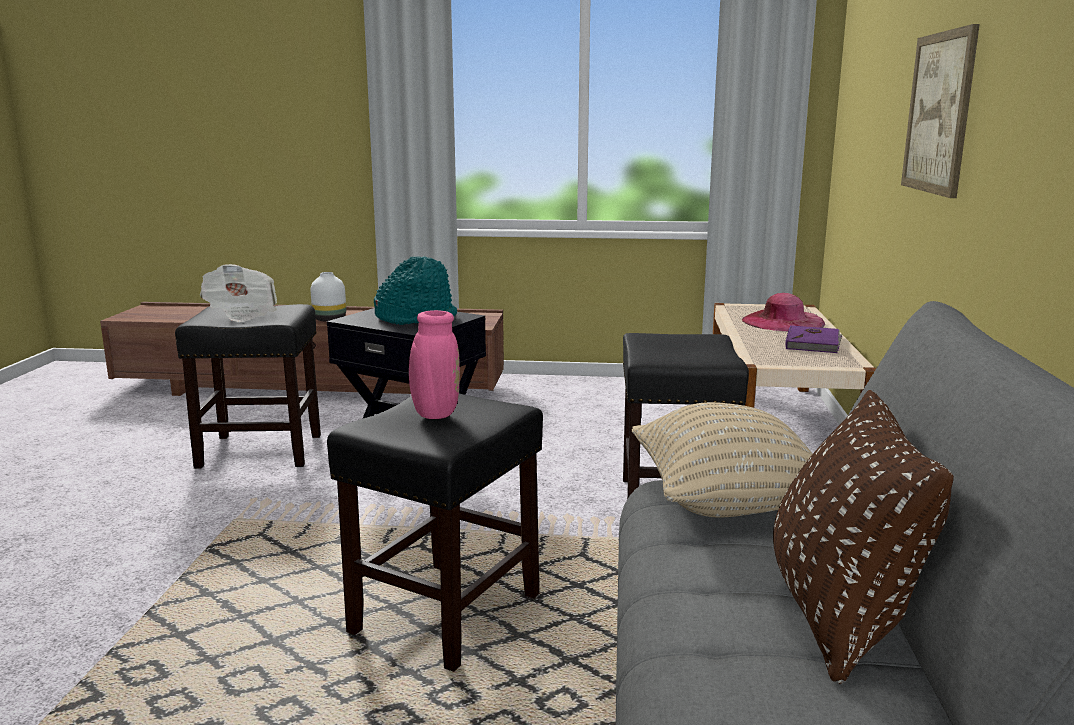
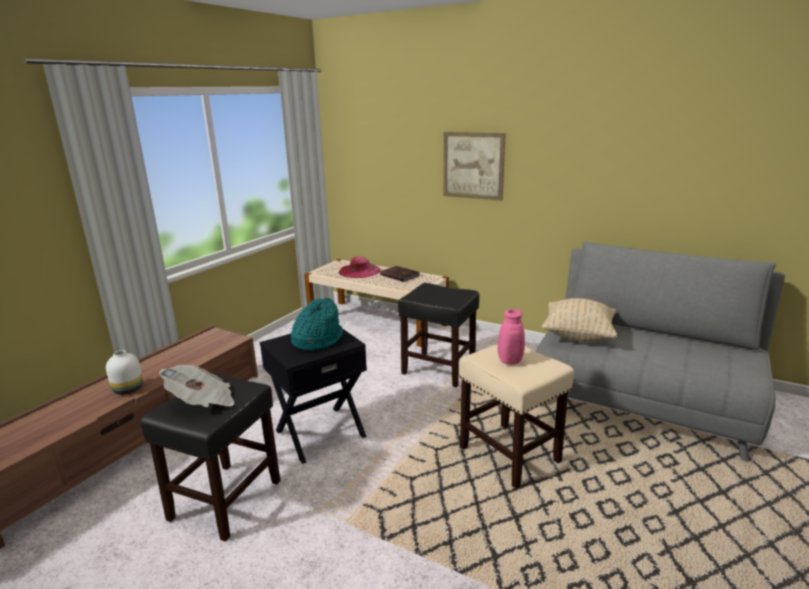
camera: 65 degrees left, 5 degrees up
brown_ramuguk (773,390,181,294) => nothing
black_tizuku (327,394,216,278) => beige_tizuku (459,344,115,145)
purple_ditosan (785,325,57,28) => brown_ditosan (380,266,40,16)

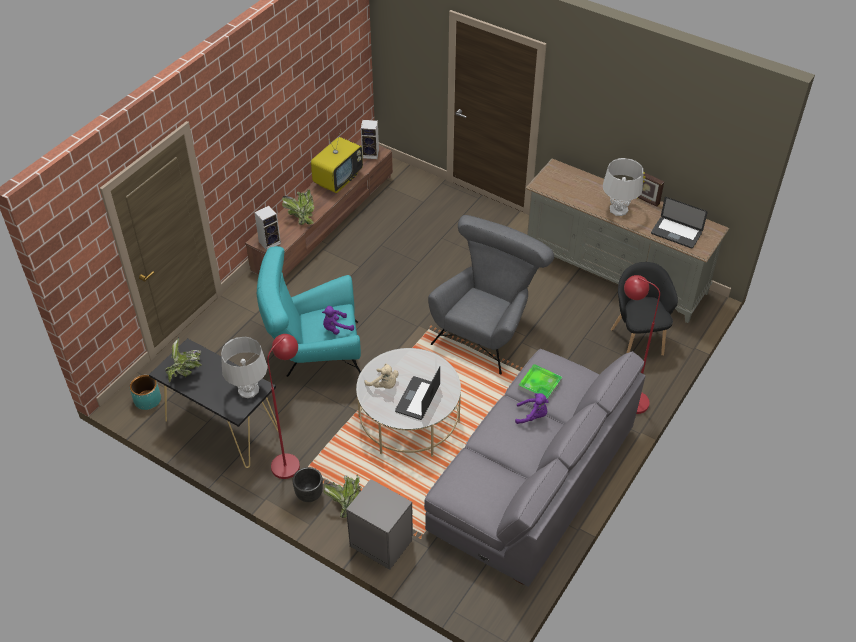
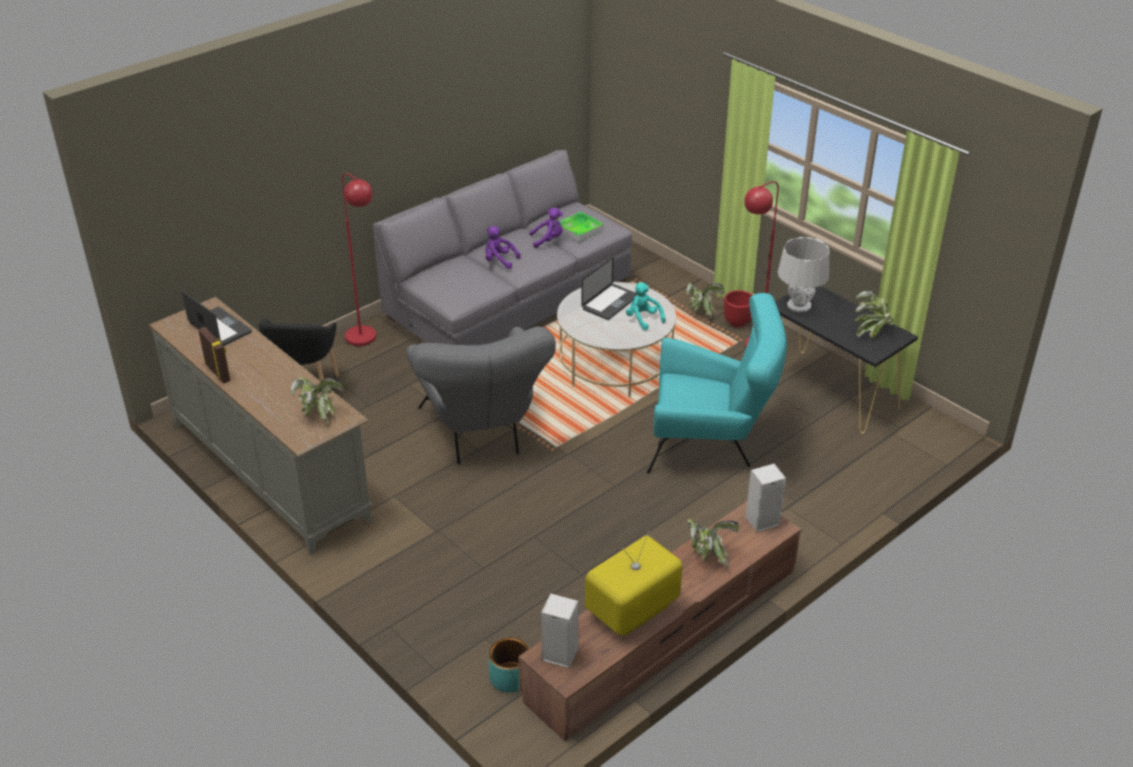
camera: 165 degrees left, 10 degrees down
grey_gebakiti (346,479,67,91) => nothing
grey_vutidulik (603,158,41,58) => nothing
nothing => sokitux (291,377,52,46)
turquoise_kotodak (130,375,31,35) => turquoise_kotodak (489,637,41,56), move
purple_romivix (322,306,32,29) => purple_romivix (530,208,33,40), move
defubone (518,364,44,36) => defubone (559,211,45,31), move
black_kotodak (293,467,30,35) => red_kotodak (724,290,29,37)
beige_romivix (364,364,34,25) => turquoise_romivix (626,282,40,48)
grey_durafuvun (428,215,126,160) => grey_durafuvun (406,326,150,139), 60 degrees counterclockwise

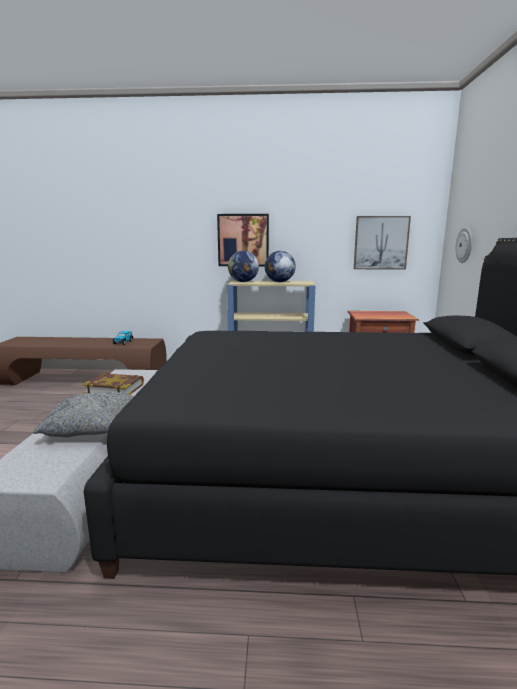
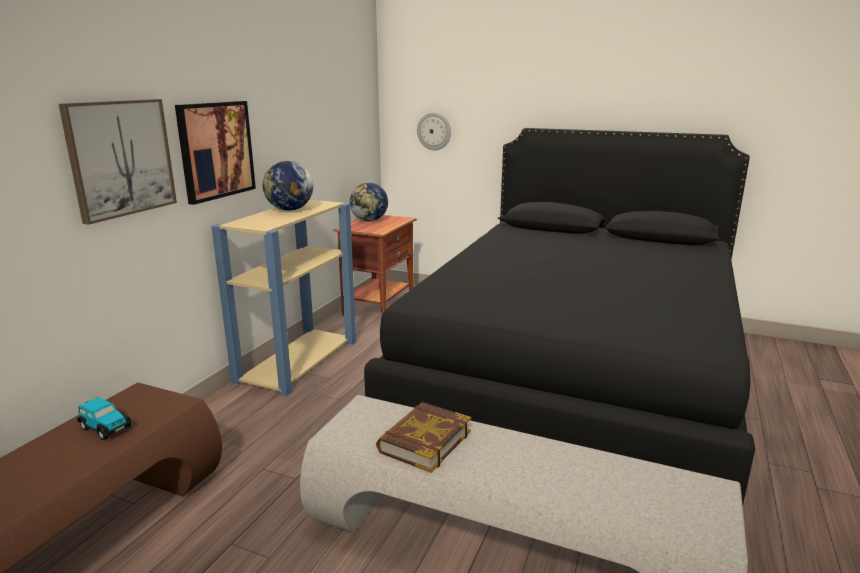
camera: 70 degrees left, 5 degrees up
grey_ramuguk (33,392,101,45) => nothing
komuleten (228,251,31,31) => komuleten (350,183,38,38), move
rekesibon (354,216,57,54) => rekesibon (59,99,118,126), move

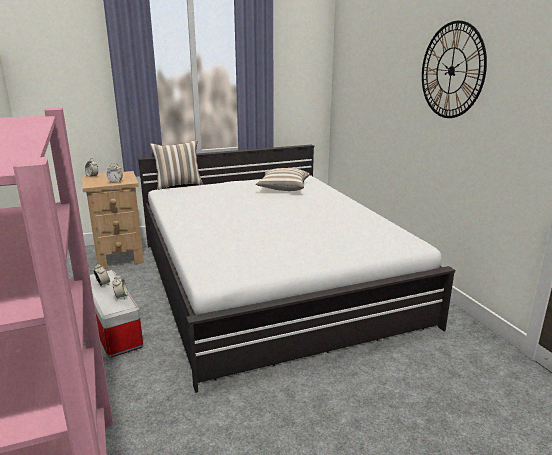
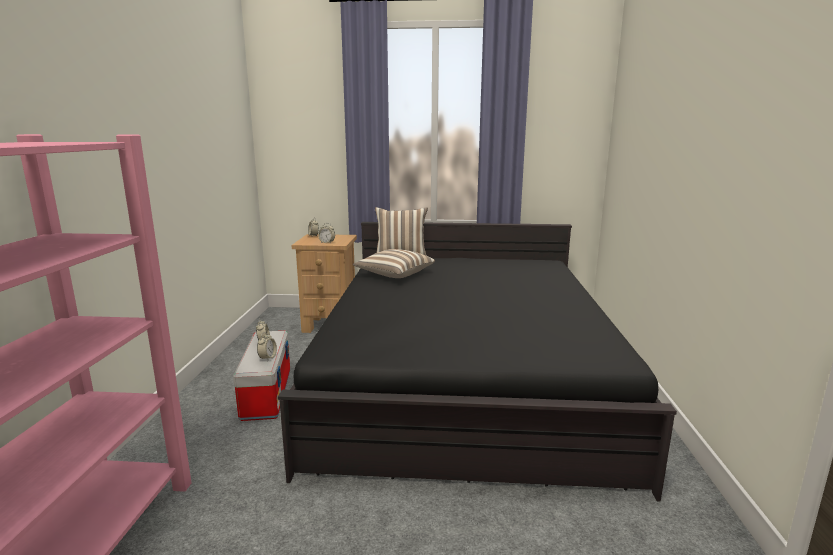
camera: 25 degrees right, 5 degrees down
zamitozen (422,21,65,97) => nothing
ramuguk (256,168,54,23) => ramuguk (353,249,82,29), move
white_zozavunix (138,145,317,248) => black_zozavunix (278,222,399,280)

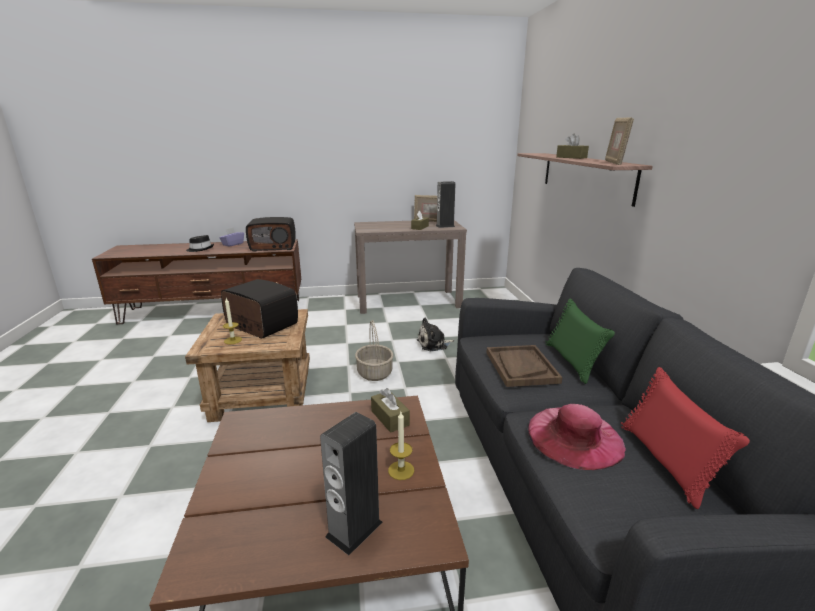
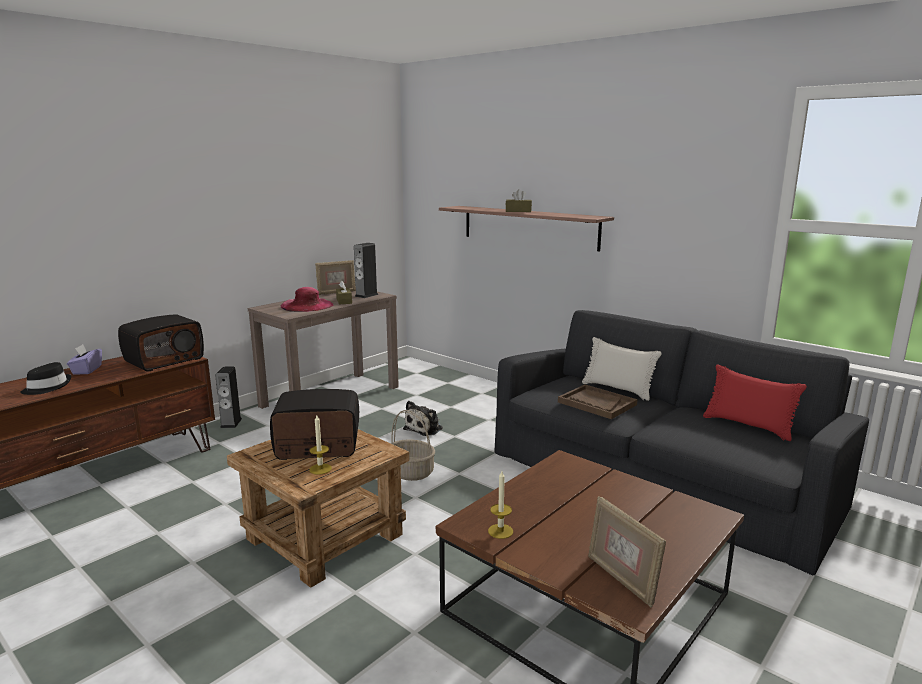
camera: 40 degrees left, 5 degrees down
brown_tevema (371,388,39,45) => nothing
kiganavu (320,412,63,143) => kiganavu (215,366,27,62), move
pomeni (388,412,26,68) => pomeni (488,471,25,68), move
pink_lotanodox (528,404,98,66) => pink_lotanodox (281,287,52,25), move
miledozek (605,117,29,48) => miledozek (588,496,78,112), move
green_ramuguk (545,299,70,85) => white_ramuguk (582,337,80,64)

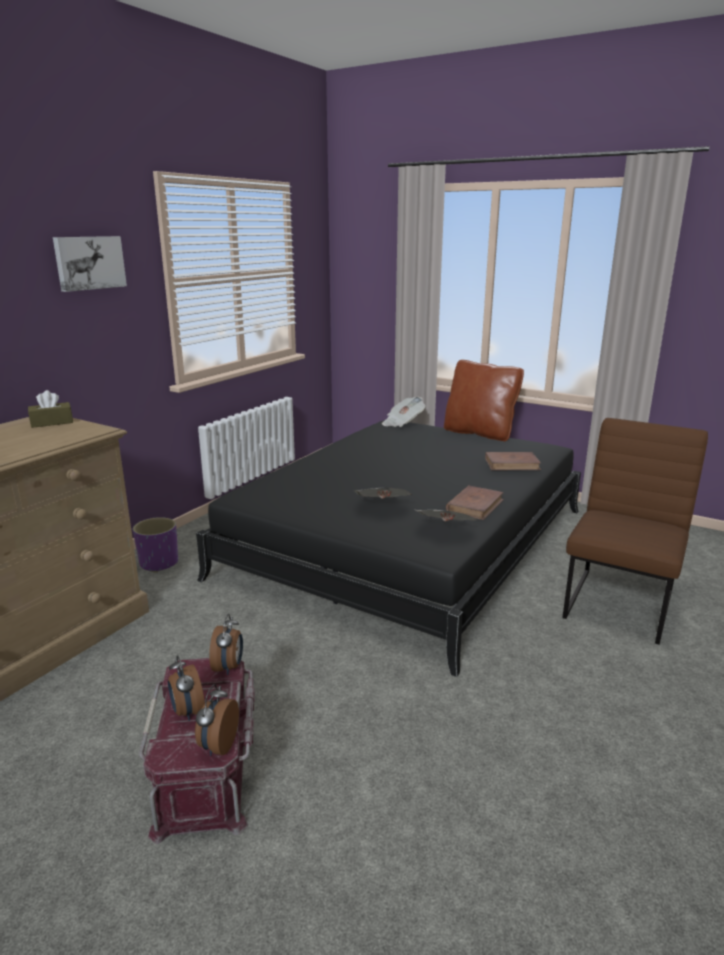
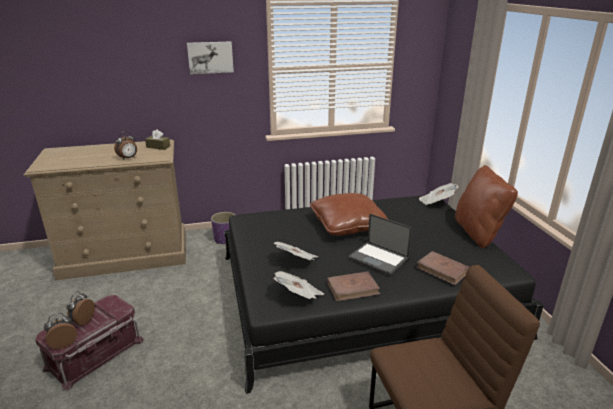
camera: 45 degrees right, 5 degrees up
nothing => brown_ramuguk (310,193,78,43)
nothing => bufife (348,214,64,61)
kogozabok (209,614,34,61) => kogozabok (114,131,23,29), move

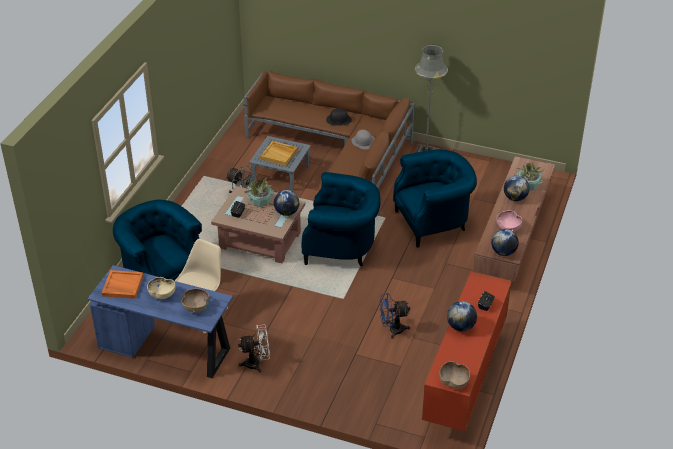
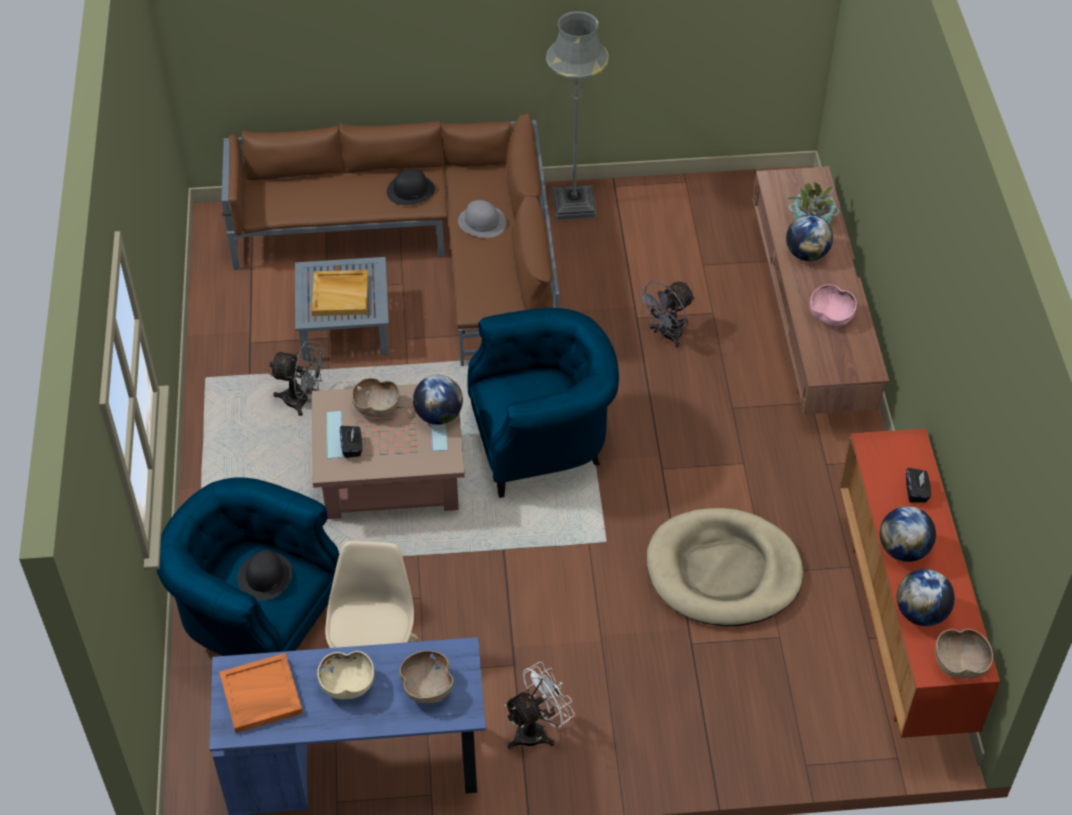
camera: 25 degrees left, 10 degrees up
nothing => black_lotanodox (238,550,55,51)
komuleten (491,229,28,27) => komuleten (897,569,58,57), move
sokitux (244,178,30,29) => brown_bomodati (352,378,48,39)
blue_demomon (379,293,31,46) => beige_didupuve (647,508,156,118)
blue_durafuvun (393,150,84,98) => grey_demomon (636,281,59,67)

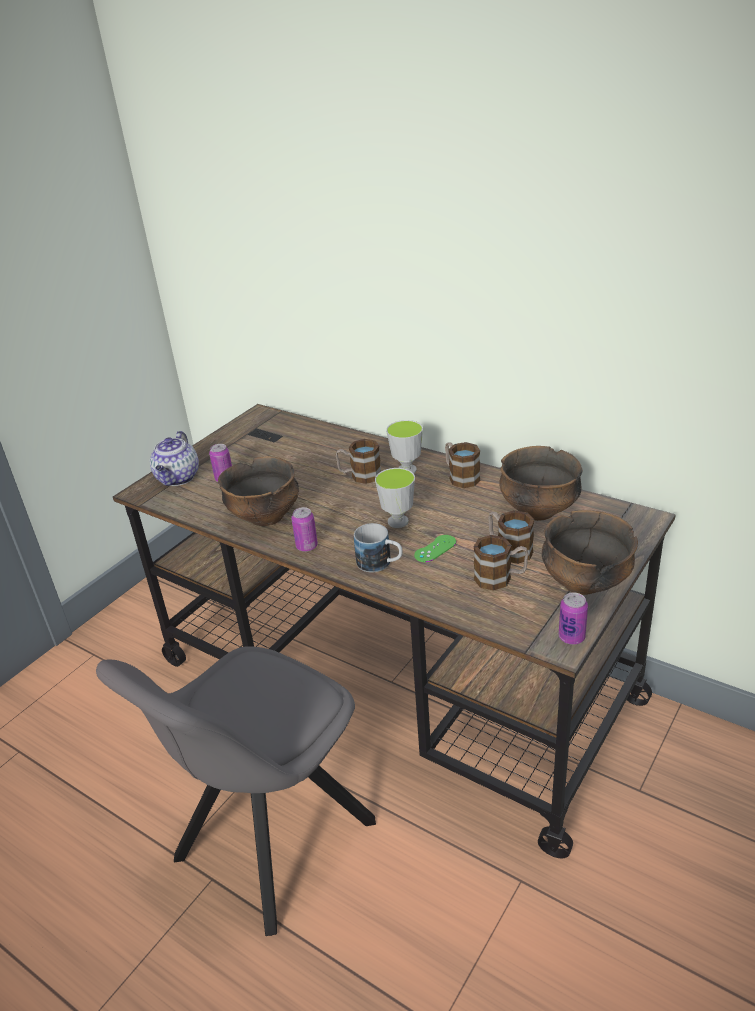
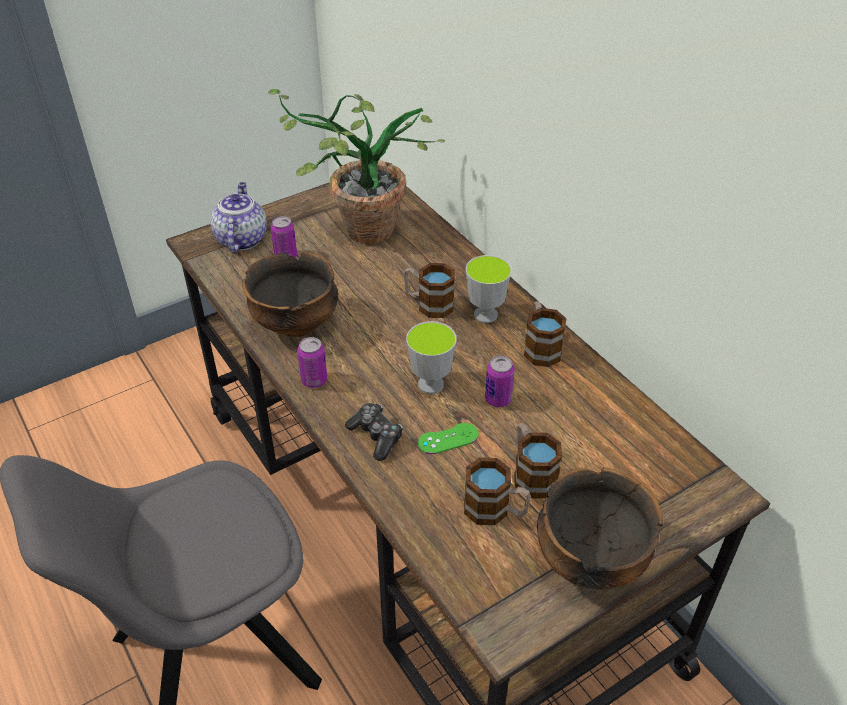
camera: 20 degrees right, 10 degrees up
bomodati (499,446,84,75) => nothing
nothing => sokitux (268,89,177,155)
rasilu (559,593,29,52) => rasilu (485,356,30,51), move
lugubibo (354,523,48,50) => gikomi (345,403,58,58)
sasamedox (150,431,49,55) => sasamedox (210,182,57,71), 150 degrees clockwise

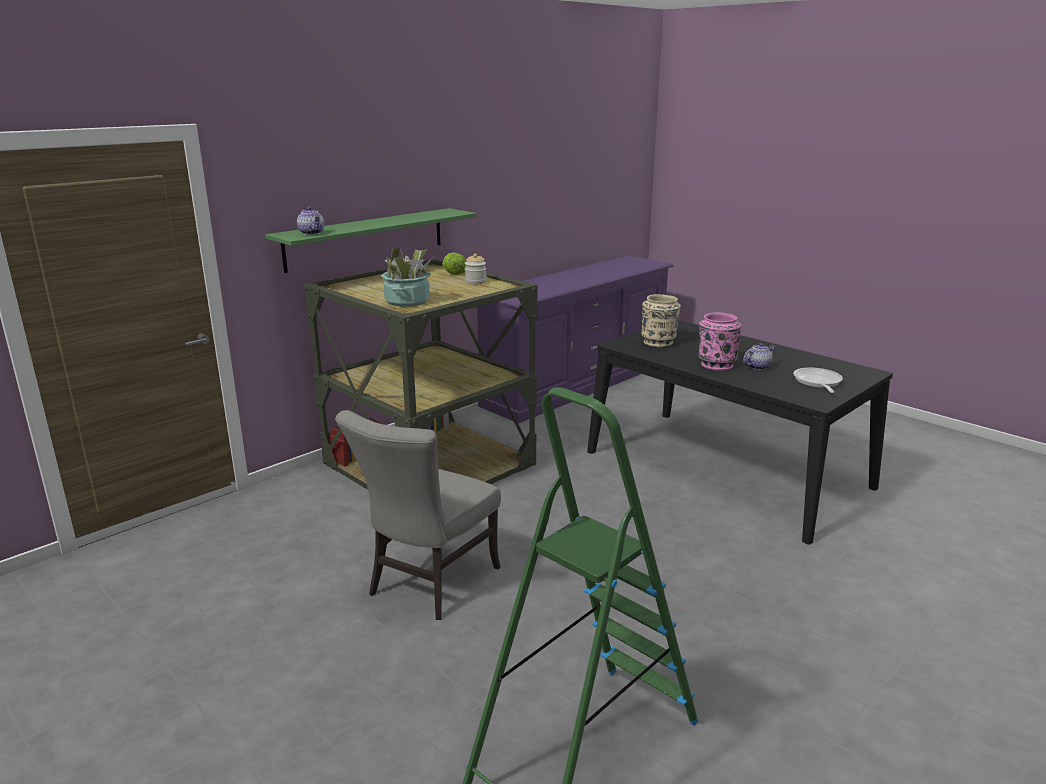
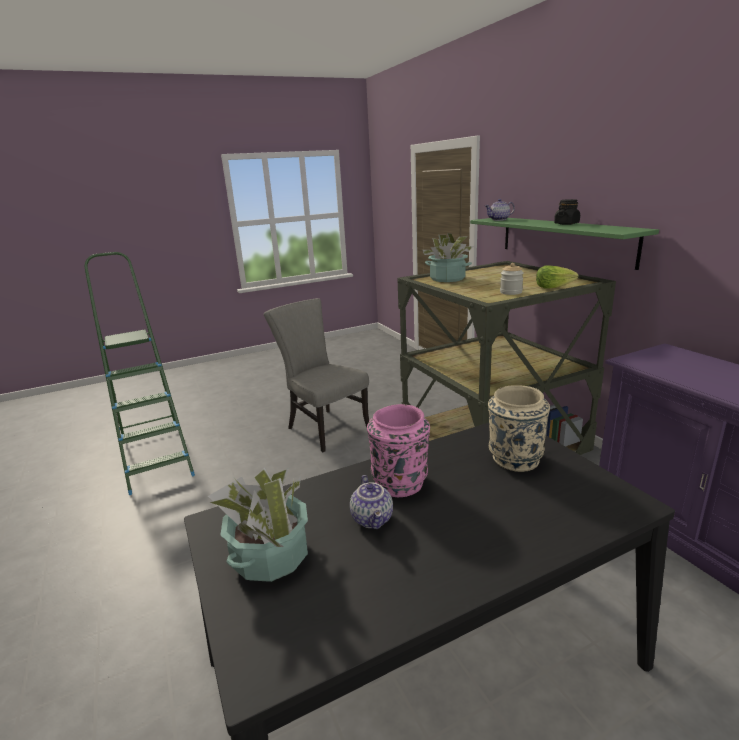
camera: 110 degrees right, 0 degrees up
nothing => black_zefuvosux (554,199,26,26)
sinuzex (793,368,50,25) => sokitux (208,468,100,114)

